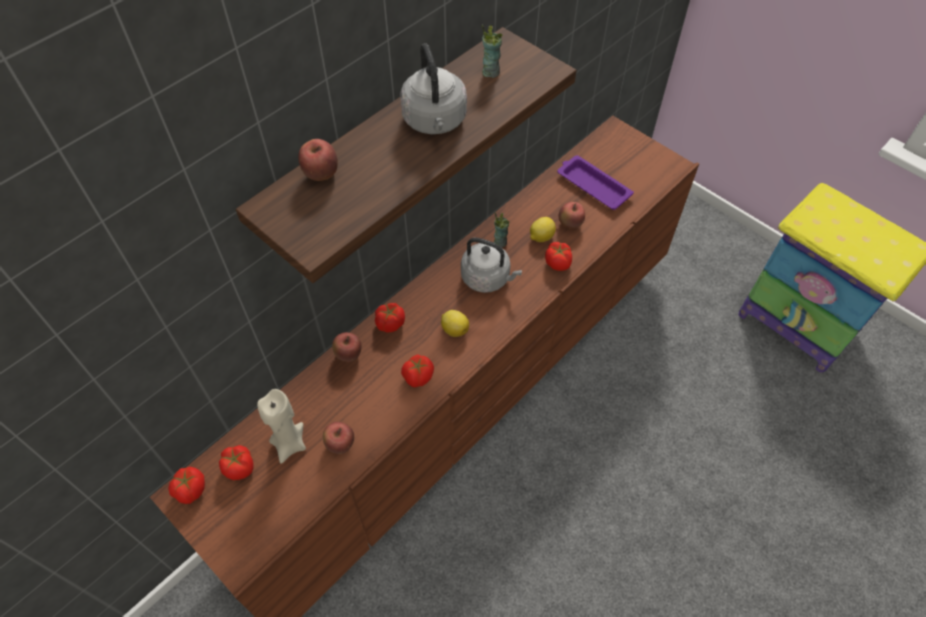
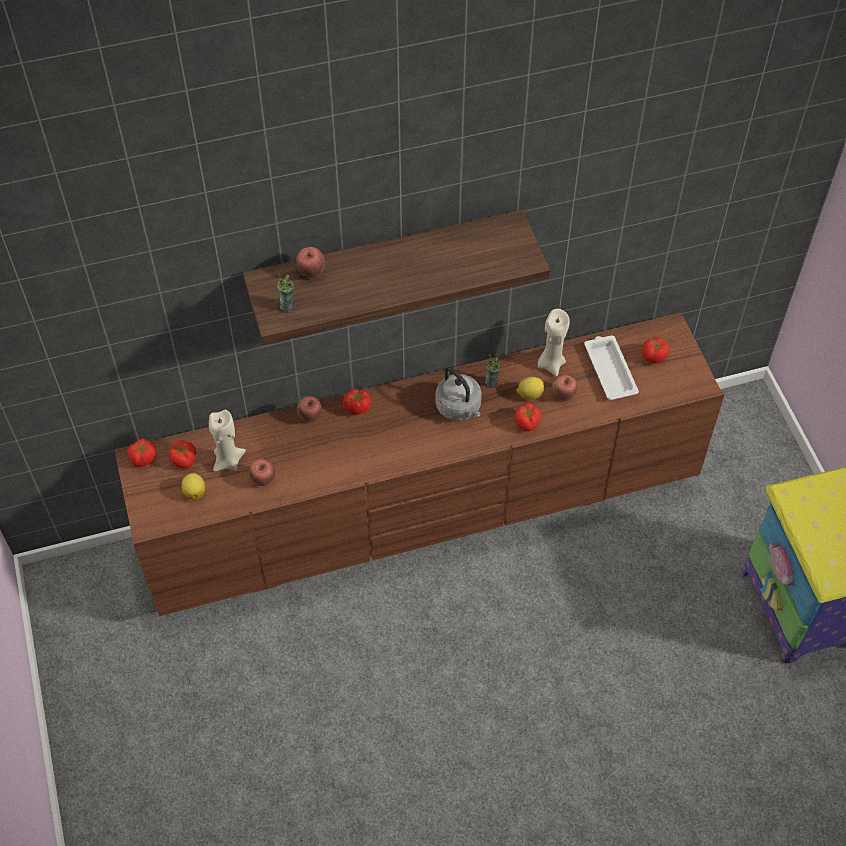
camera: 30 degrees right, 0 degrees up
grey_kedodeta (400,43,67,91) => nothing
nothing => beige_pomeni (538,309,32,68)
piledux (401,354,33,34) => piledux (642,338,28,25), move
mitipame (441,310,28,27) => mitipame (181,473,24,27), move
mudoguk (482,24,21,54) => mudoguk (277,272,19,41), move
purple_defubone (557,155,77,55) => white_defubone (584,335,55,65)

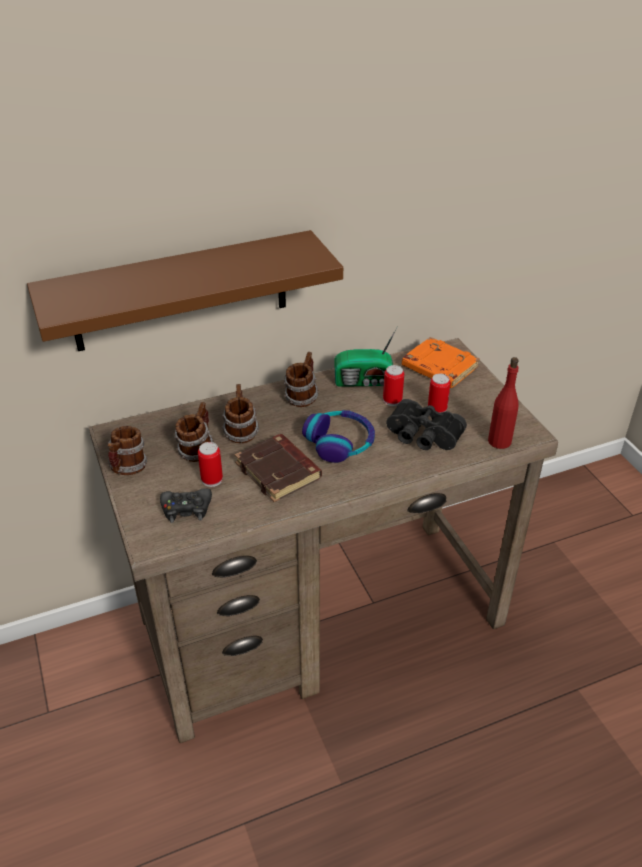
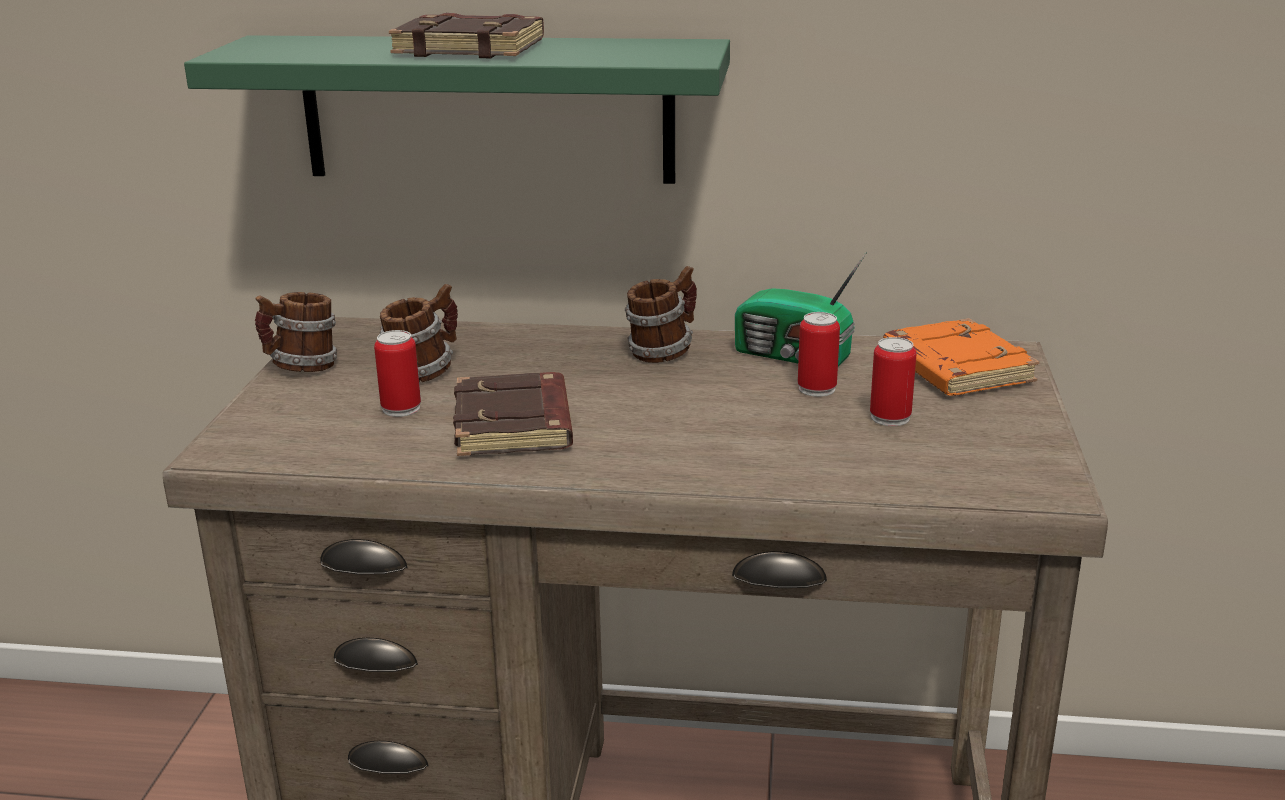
camera: 30 degrees right, 15 degrees down
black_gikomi (160,488,52,35) => nothing
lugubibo (222,384,37,59) => nothing
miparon (302,410,73,53) => nothing
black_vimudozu (386,399,81,51) => nothing
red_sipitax (488,357,31,92) => nothing
nothing => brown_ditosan (389,13,155,45)
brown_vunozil (27,230,316,121) => green_vunozil (184,35,546,149)

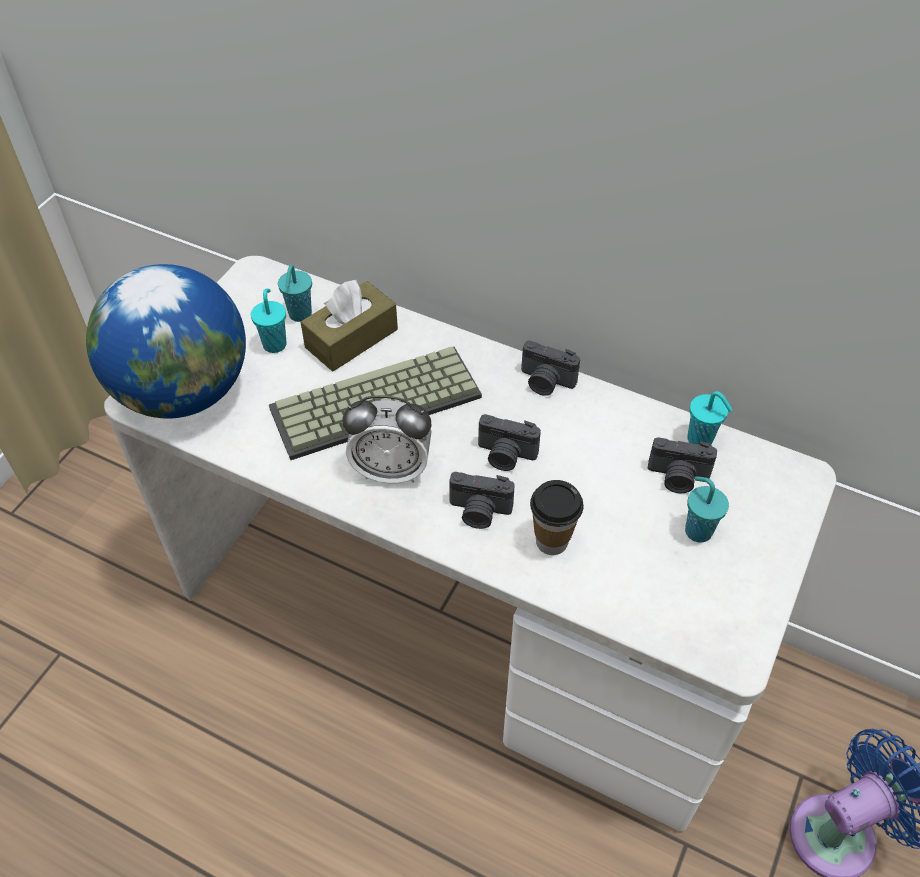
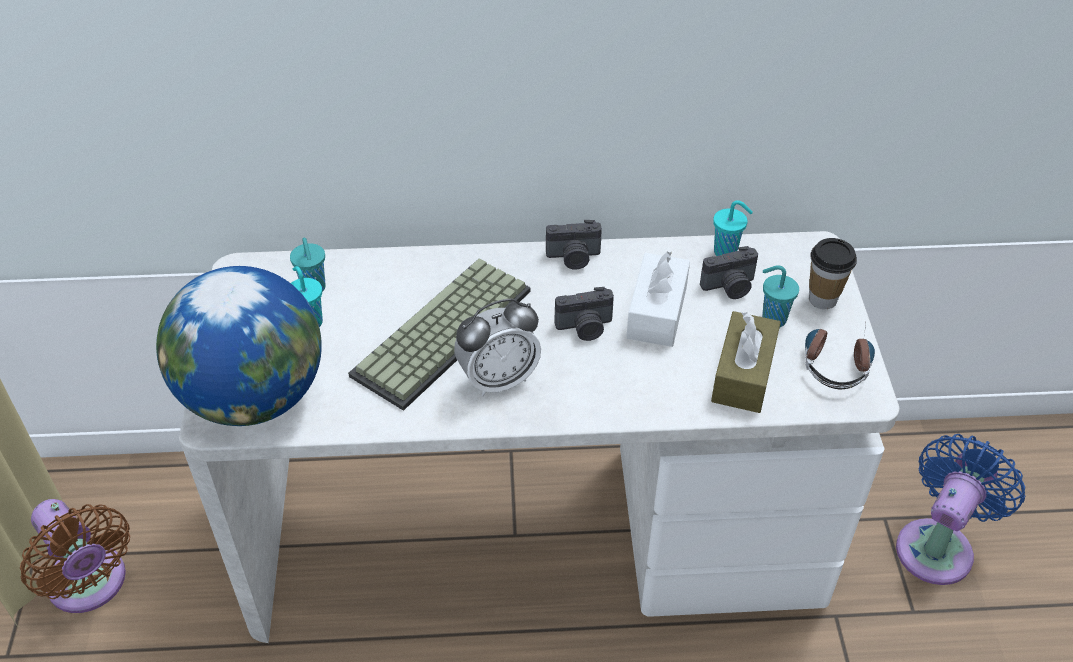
camera: 30 degrees left, 5 degrees down
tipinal (449,472,66,57) => nothing
nothing => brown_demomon (20,499,110,114)
nothing => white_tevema (626,252,64,95)
nothing => miparon (805,324,70,65)
brown_tevema (301,280,97,91) => brown_tevema (711,311,70,102), move
mudoguk (530,480,54,75) => mudoguk (809,238,48,71), move

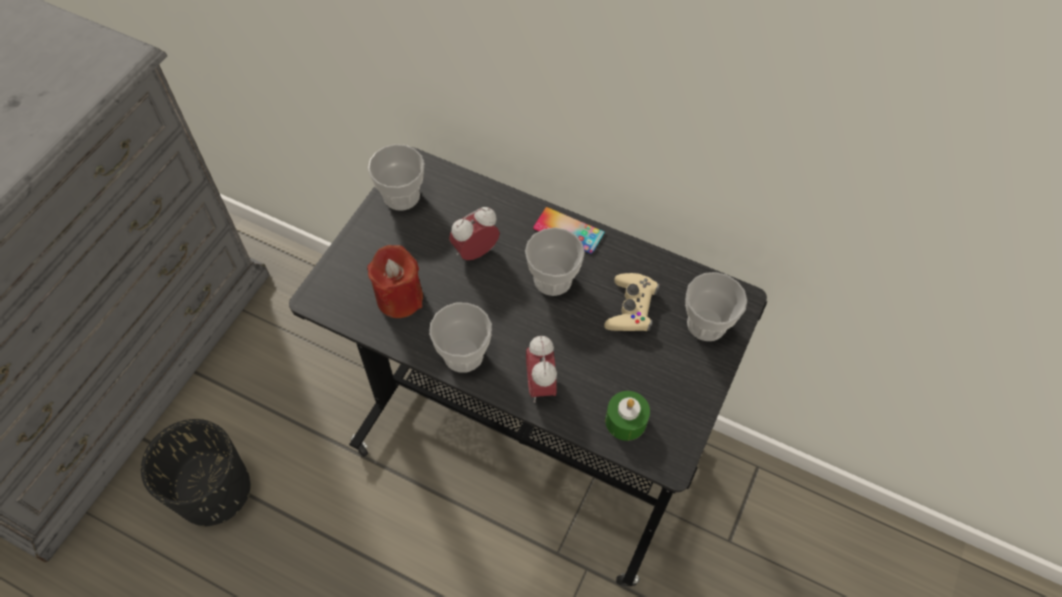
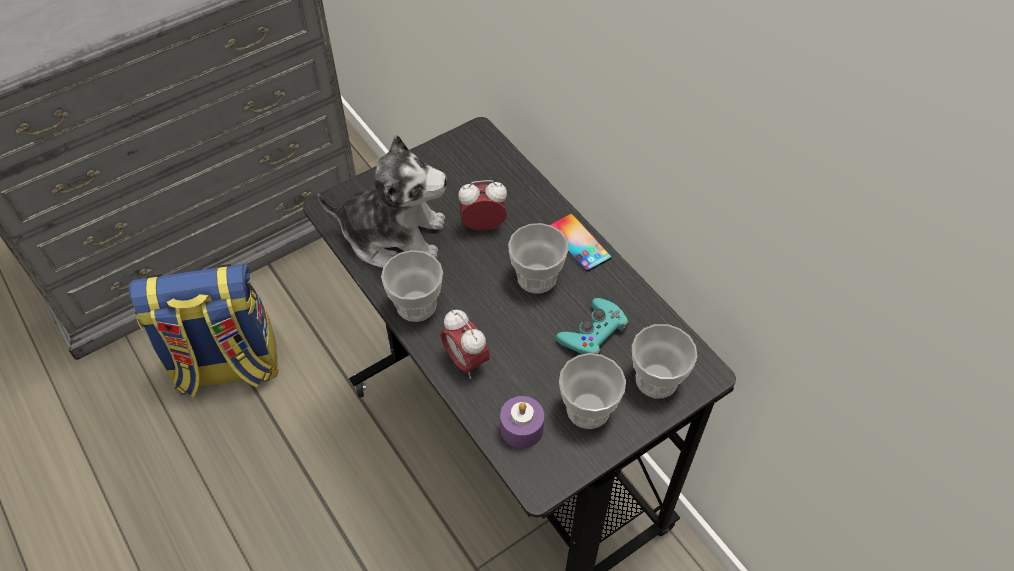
camera: 30 degrees right, 5 degrees down
mudoguk (368,144,56,66) => mudoguk (559,353,67,76), move
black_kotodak (141,419,110,108) => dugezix (129,264,150,134)
red_pomeni (367,245,56,73) => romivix (317,135,130,133)
beige_gikomi (604,273,56,58) => turquoise_gikomi (556,298,73,56)
green_pomeni (605,391,45,50) => purple_pomeni (500,396,44,53)
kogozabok (526,336,31,67) => kogozabok (441,310,49,69), 60 degrees counterclockwise

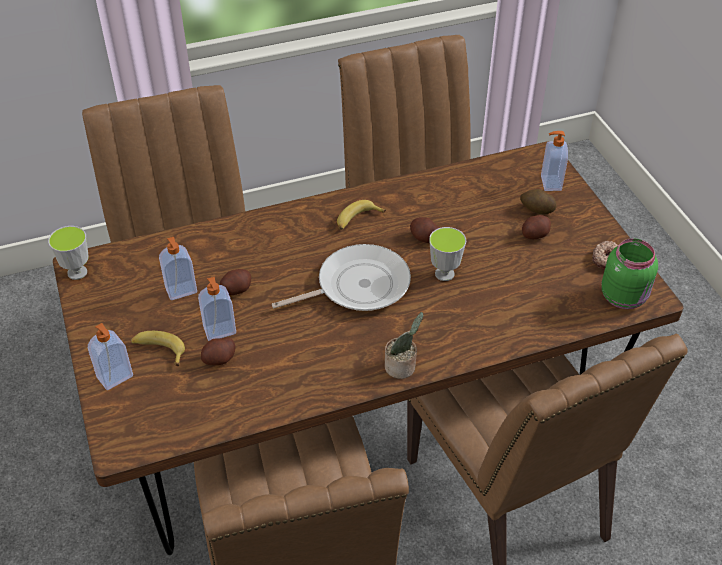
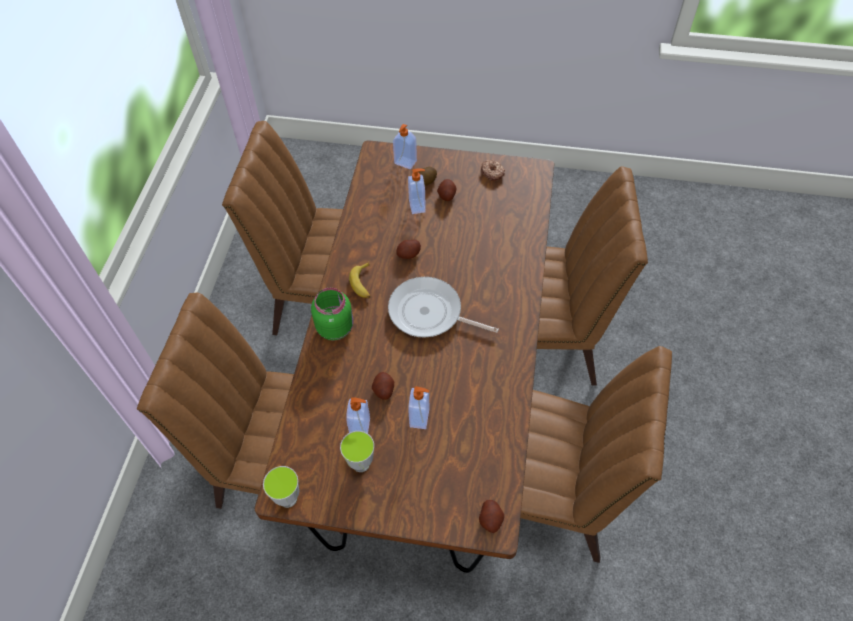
camera: 60 degrees left, 10 degrees up
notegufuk (131,331,54,35) => nothing
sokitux (385,312,39,67) => nothing
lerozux (88,323,45,67) => lerozux (408,168,18,46), move
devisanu (201,337,35,28) => devisanu (479,500,25,33), move
mudoguk (429,227,37,54) => mudoguk (340,431,34,41), move
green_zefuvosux (601,238,57,71) => green_zefuvosux (311,288,43,53), move
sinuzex (272,244,139,67) => sinuzex (388,277,111,61), 75 degrees counterclockwise

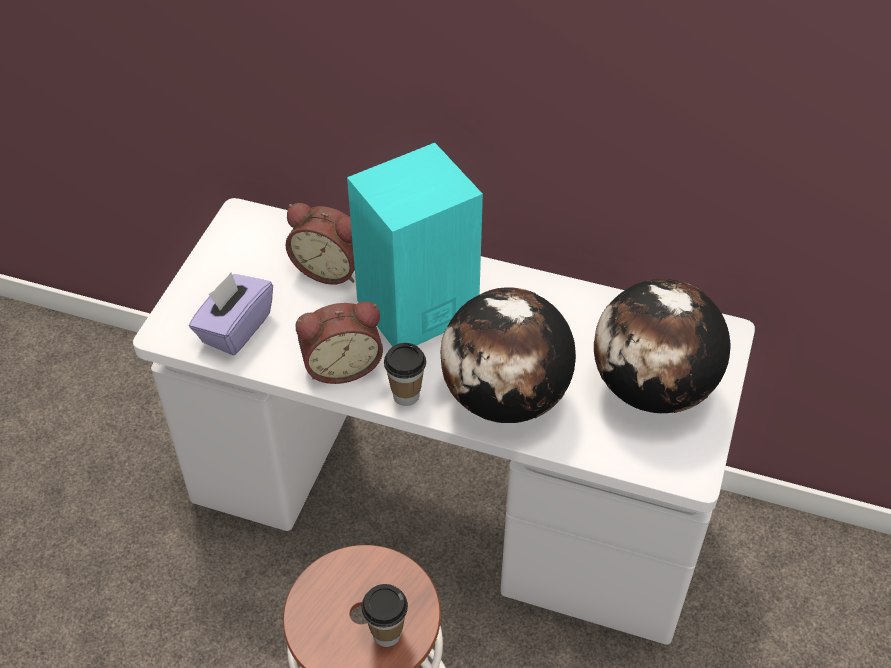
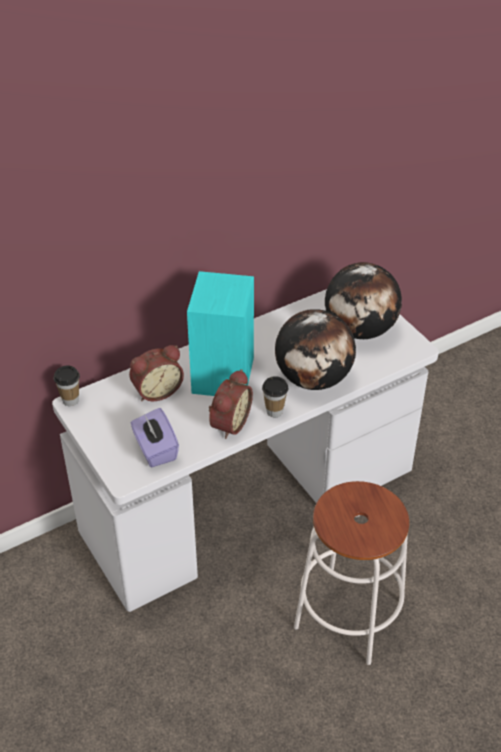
camera: 50 degrees left, 5 degrees down
mudoguk (362,584,46,63) => mudoguk (54,366,26,40), move

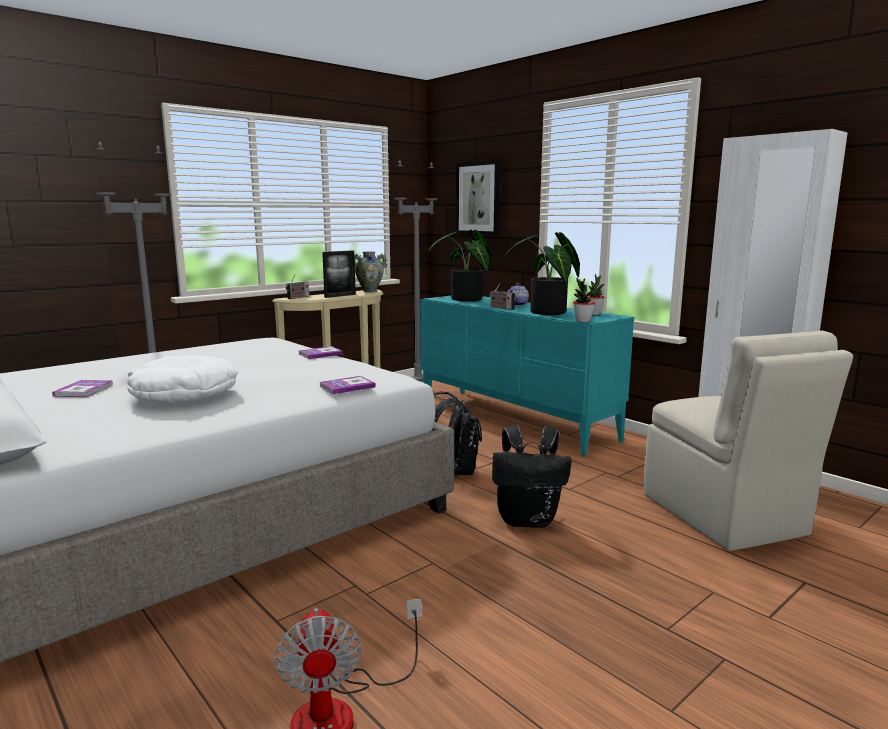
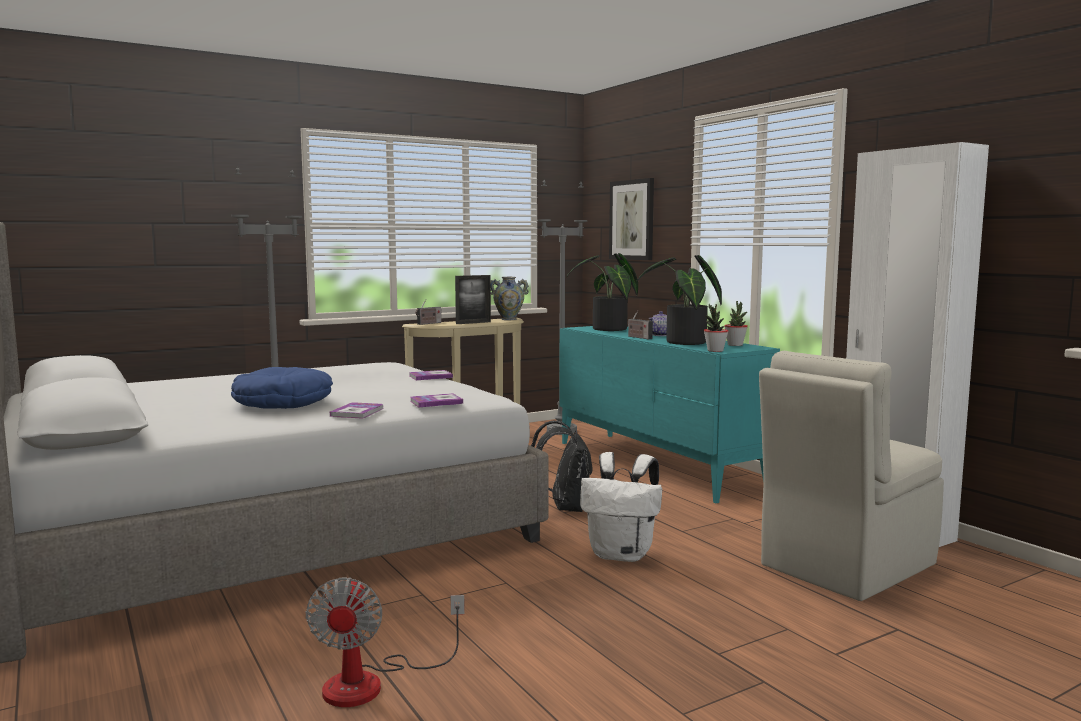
camera: 10 degrees right, 5 degrees down
ditosan (52,380,61,17) => ditosan (330,402,53,17), move
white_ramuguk (128,355,110,49) => blue_ramuguk (231,367,102,42)
black_dugezix (492,425,80,103) => white_dugezix (580,452,82,110)
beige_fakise (644,331,209,220) => beige_fakise (759,351,185,250), 60 degrees clockwise

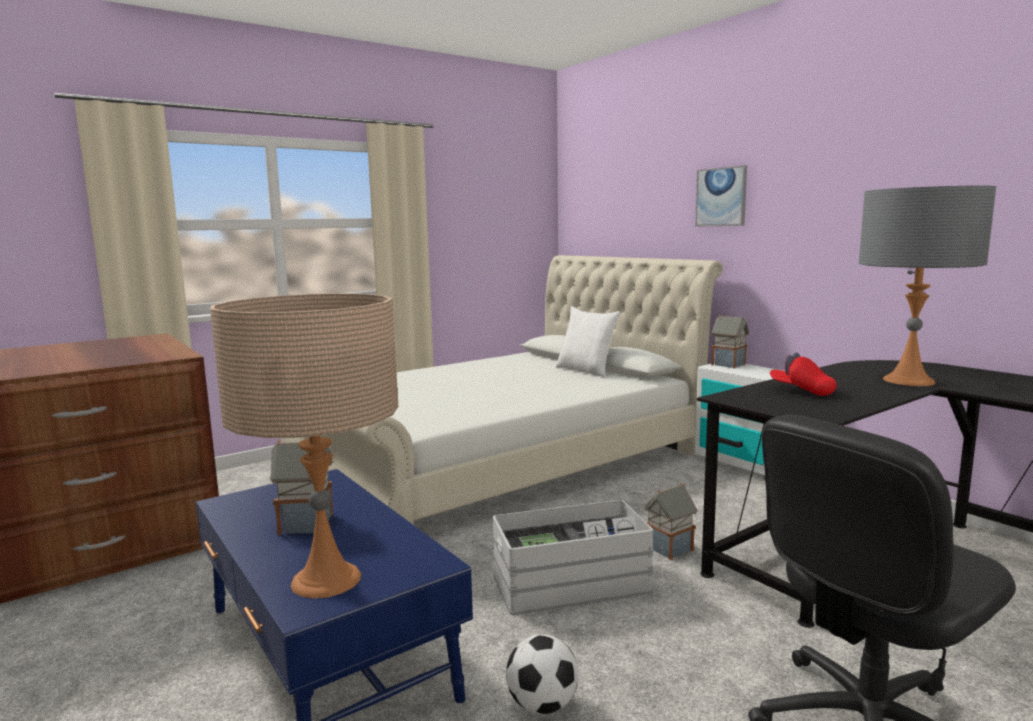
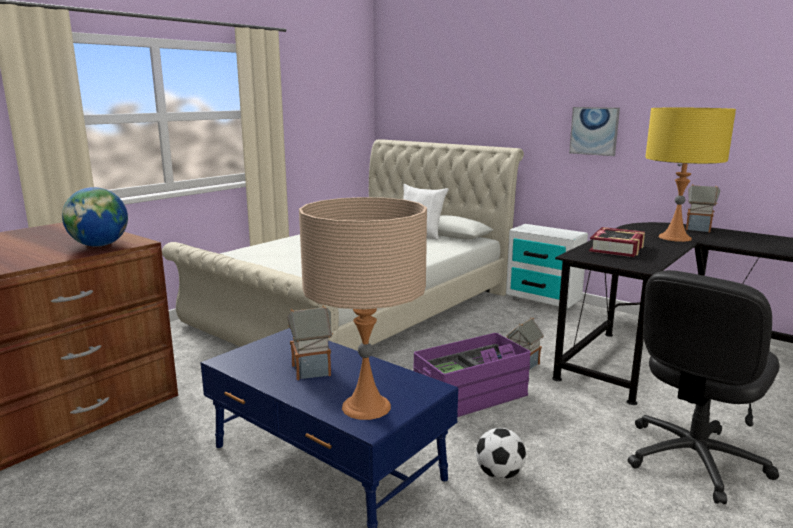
camera: 15 degrees left, 5 degrees up
nothing => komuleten (62,187,66,60)
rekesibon (695,165,52,62) => rekesibon (569,107,51,49), move
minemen (711,315,39,53) => minemen (686,184,34,49), move
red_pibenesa (770,352,66,44) => ditosan (589,227,56,30)
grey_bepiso (493,500,160,115) => purple_bepiso (413,333,118,84)
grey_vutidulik (859,185,137,201) => yellow_vutidulik (646,108,90,134)

